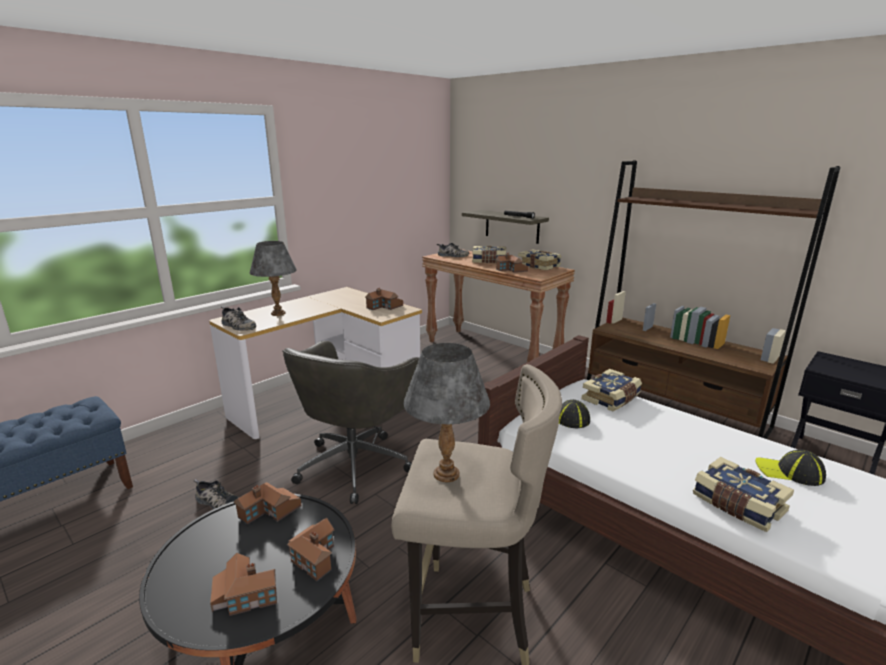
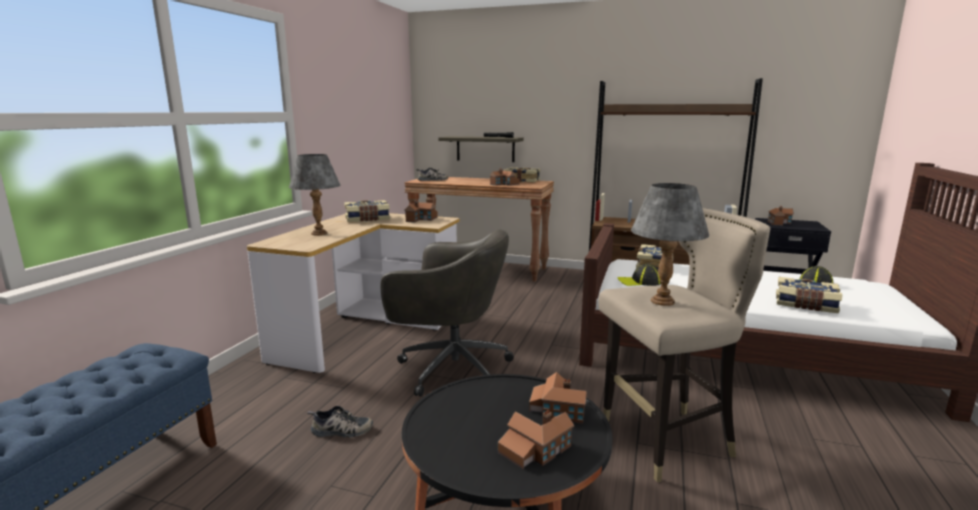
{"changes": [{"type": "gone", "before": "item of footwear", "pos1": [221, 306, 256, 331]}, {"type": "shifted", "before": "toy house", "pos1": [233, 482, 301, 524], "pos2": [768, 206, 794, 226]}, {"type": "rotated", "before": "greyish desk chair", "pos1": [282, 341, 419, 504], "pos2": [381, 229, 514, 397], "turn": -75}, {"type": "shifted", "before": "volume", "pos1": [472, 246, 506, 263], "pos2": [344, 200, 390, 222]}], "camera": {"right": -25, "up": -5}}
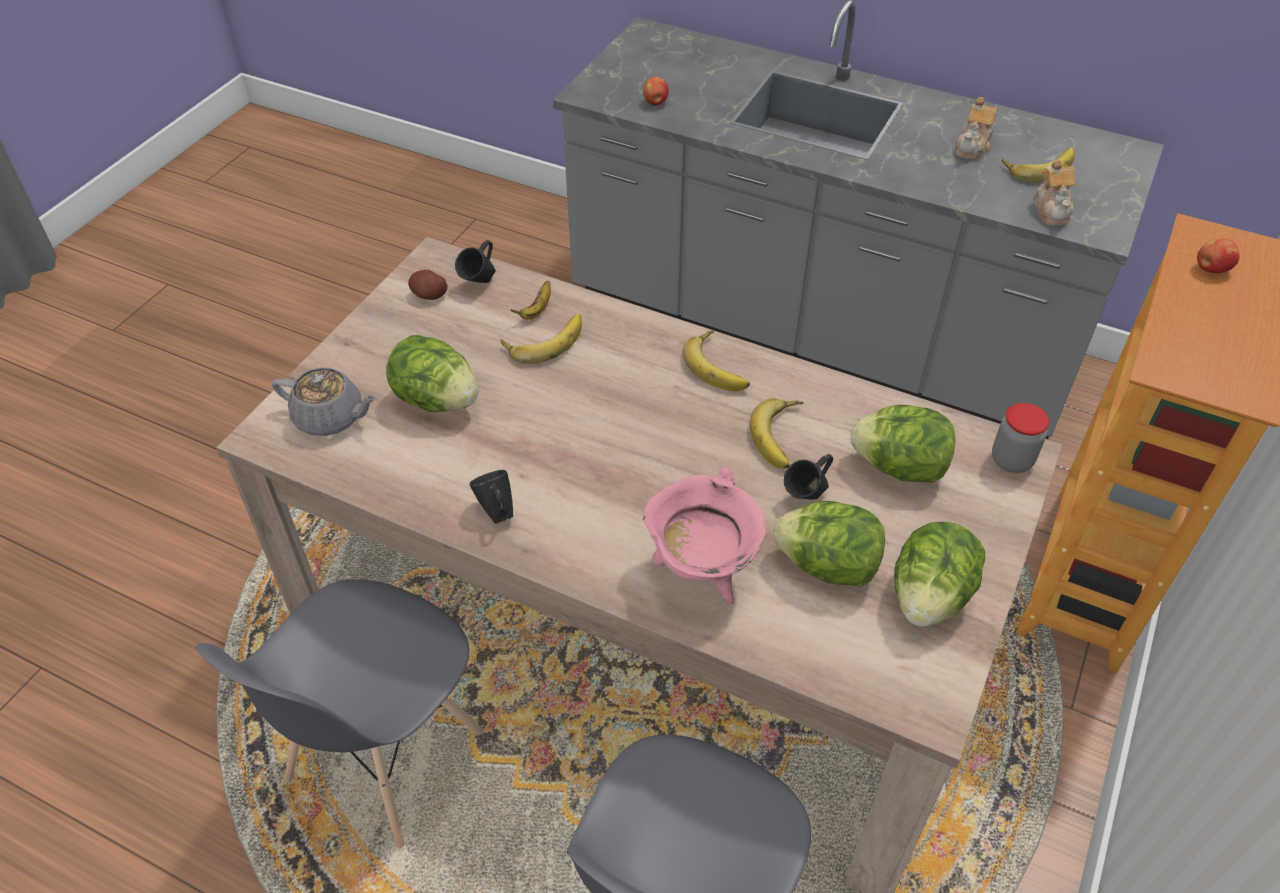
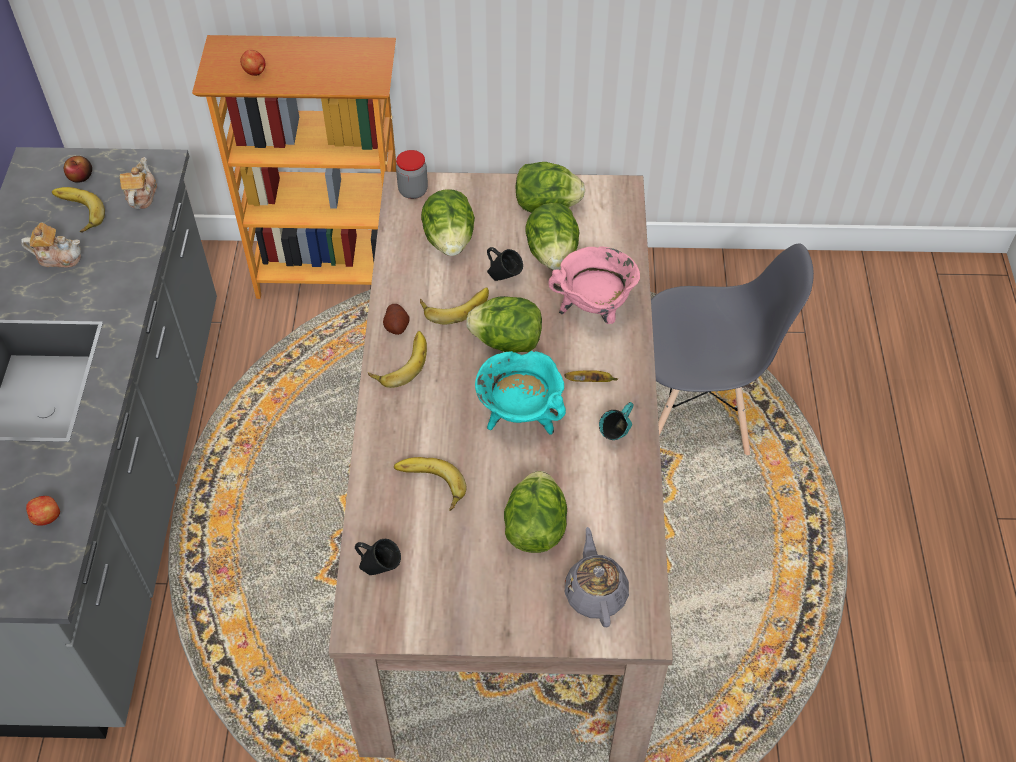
{"changes": [{"type": "gone", "before": "greyish chair", "pos1": [196, 579, 484, 849]}, {"type": "shifted", "before": "whole potato", "pos1": [408, 270, 448, 300], "pos2": [383, 304, 410, 335]}, {"type": "repainted", "before": "blackish coffee mug", "after": "turquoise-coloured coffee mug", "pos1": [470, 470, 513, 524], "pos2": [599, 402, 634, 440]}, {"type": "shifted", "before": "banana", "pos1": [511, 281, 551, 320], "pos2": [564, 370, 618, 382]}, {"type": "rotated", "before": "tea pot", "pos1": [1034, 160, 1076, 226], "pos2": [120, 157, 157, 209], "turn": -60}, {"type": "new", "after": "apple fruit", "pos2": [64, 156, 92, 183]}, {"type": "new", "after": "lettuce head", "pos2": [466, 296, 542, 353]}, {"type": "new", "after": "turquoise-coloured cooking pot", "pos2": [475, 350, 566, 435]}], "camera": {"right": -115, "up": 5}}
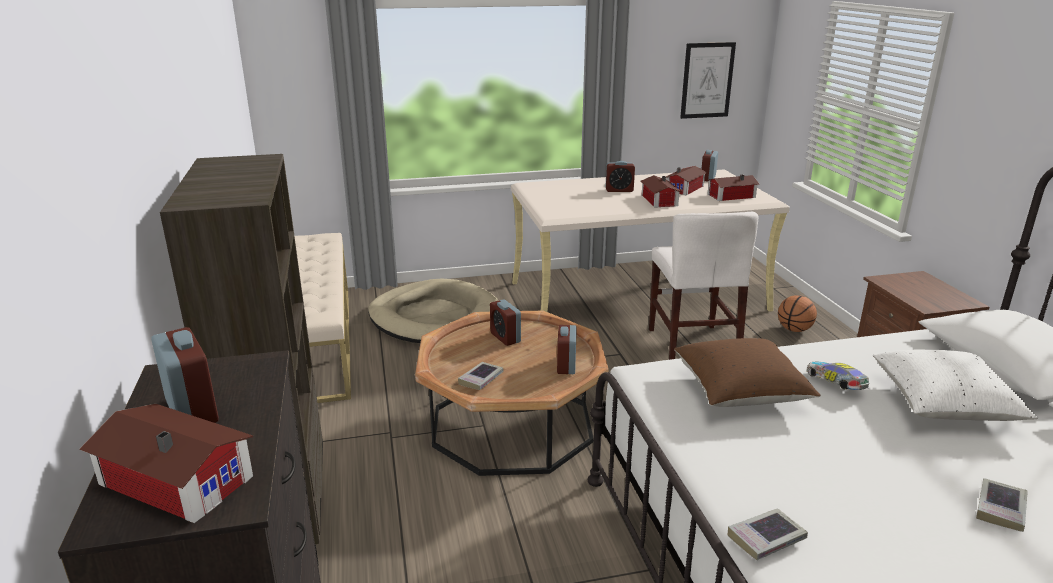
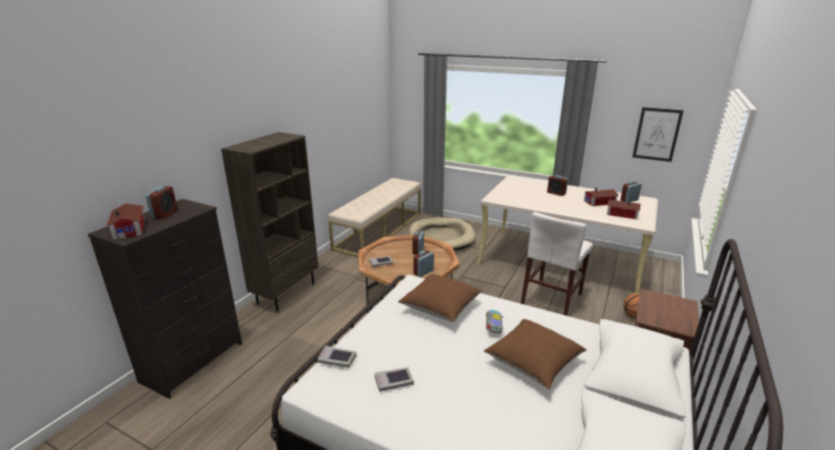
{"changes": [{"type": "gone", "before": "toy house", "pos1": [641, 175, 682, 208]}, {"type": "repainted", "before": "whitish throw pillow", "after": "brownish throw pillow", "pos1": [873, 350, 1038, 421], "pos2": [484, 319, 587, 389]}, {"type": "shifted", "before": "volume", "pos1": [976, 478, 1028, 532], "pos2": [375, 367, 414, 392]}], "camera": {"right": 40, "up": 0}}
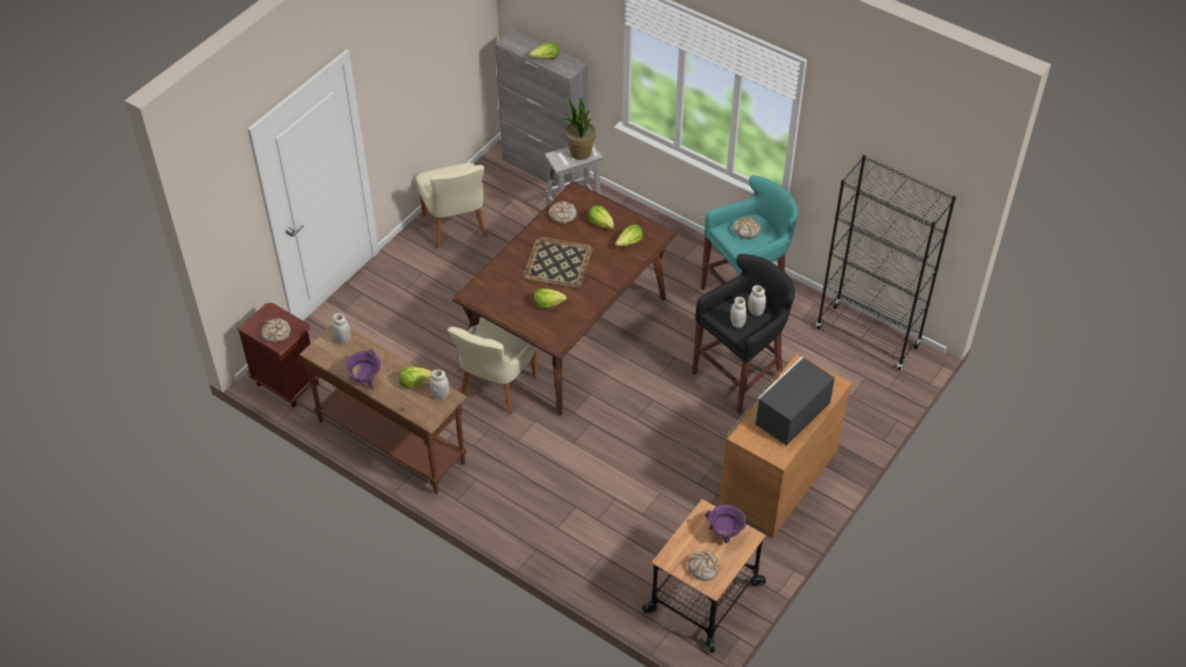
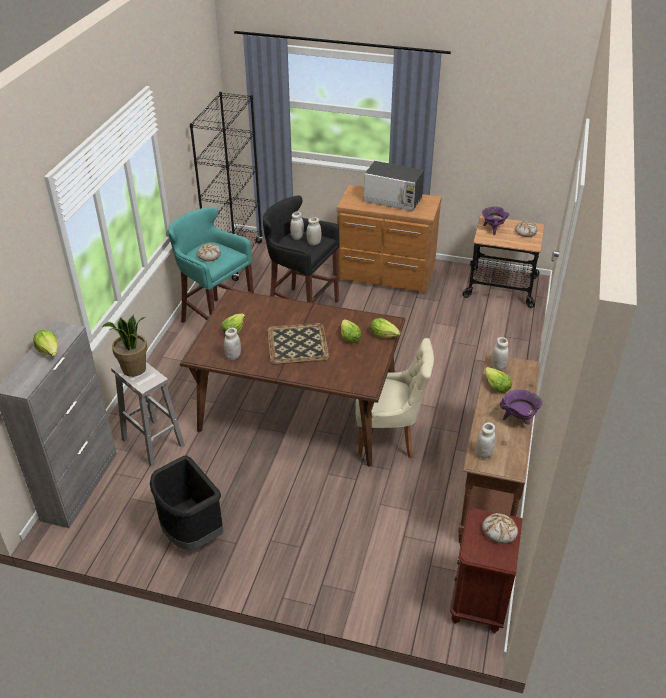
{"changes": [{"type": "swapped", "before": "sand-coloured chair", "after": "blackish trash can", "pos1": [416, 163, 488, 249], "pos2": [150, 455, 223, 550]}, {"type": "swapped", "before": "baked bread", "after": "whitish preserve jar", "pos1": [549, 201, 577, 224], "pos2": [224, 328, 241, 360]}, {"type": "shifted", "before": "lettuce head", "pos1": [615, 225, 643, 247], "pos2": [370, 318, 401, 338]}], "camera": {"right": -110, "up": -10}}
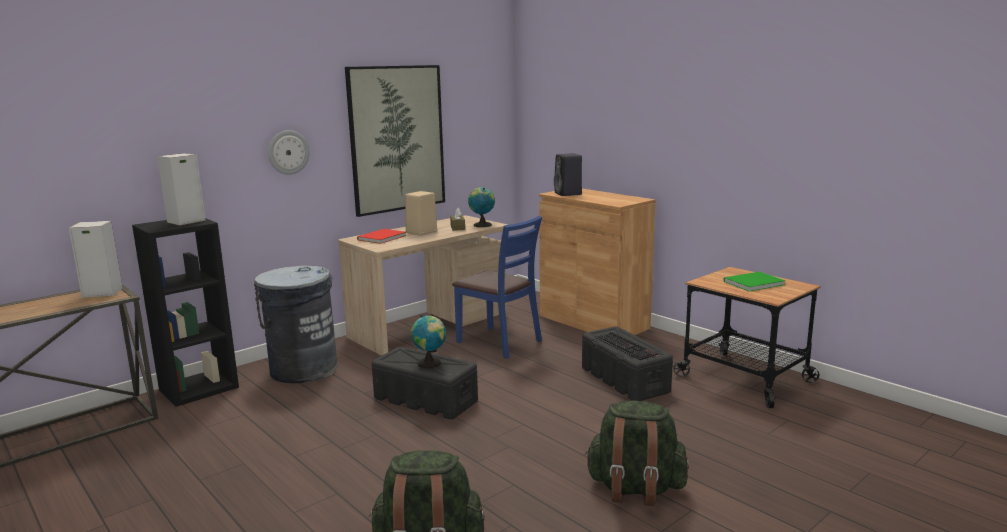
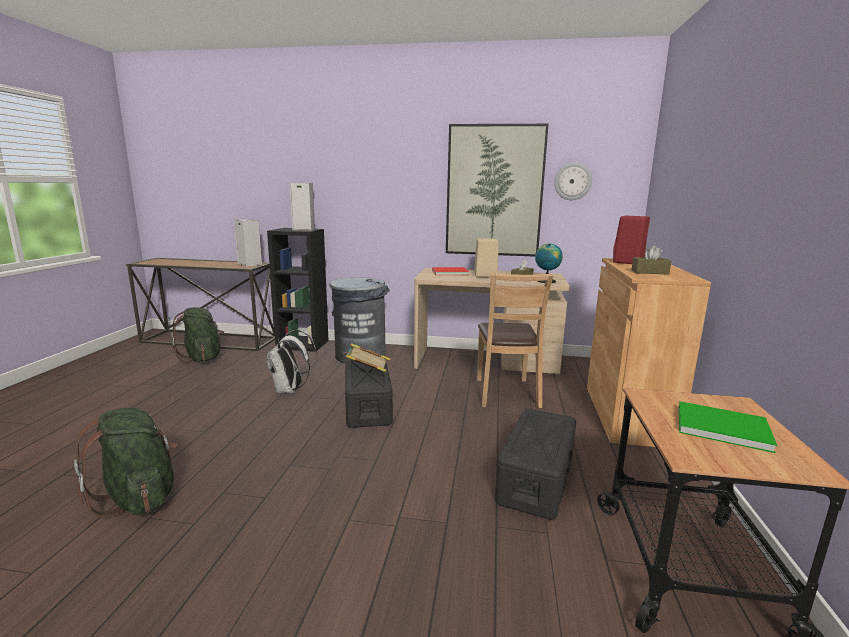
{"changes": [{"type": "shifted", "before": "hanging clock", "pos1": [268, 130, 310, 175], "pos2": [554, 163, 592, 200]}, {"type": "swapped", "before": "world globe", "after": "volume", "pos1": [411, 315, 446, 368], "pos2": [343, 343, 391, 372]}, {"type": "repainted", "before": "blue chair", "after": "brownish chair", "pos1": [452, 216, 542, 359], "pos2": [477, 273, 553, 408]}, {"type": "repainted", "before": "blackish speaker", "after": "red speaker", "pos1": [554, 153, 582, 196], "pos2": [613, 216, 650, 264]}, {"type": "shifted", "before": "greenish rucksack", "pos1": [585, 401, 689, 506], "pos2": [171, 307, 224, 363]}, {"type": "gone", "before": "PC keyboard", "pos1": [596, 332, 658, 360]}, {"type": "new", "after": "whitish rucksack", "pos2": [267, 330, 317, 394]}, {"type": "new", "after": "brownish tissue holder", "pos2": [631, 246, 671, 275]}], "camera": {"right": 50, "up": 0}}
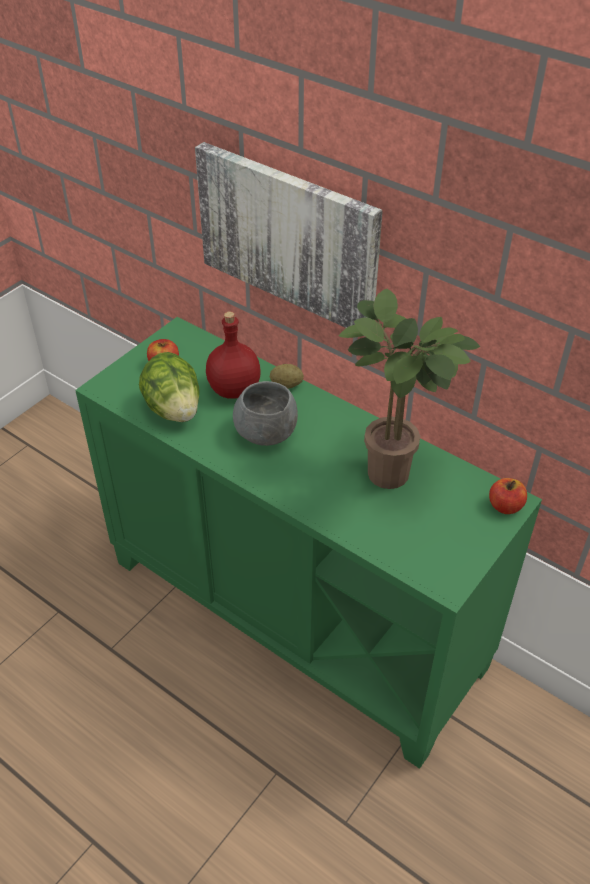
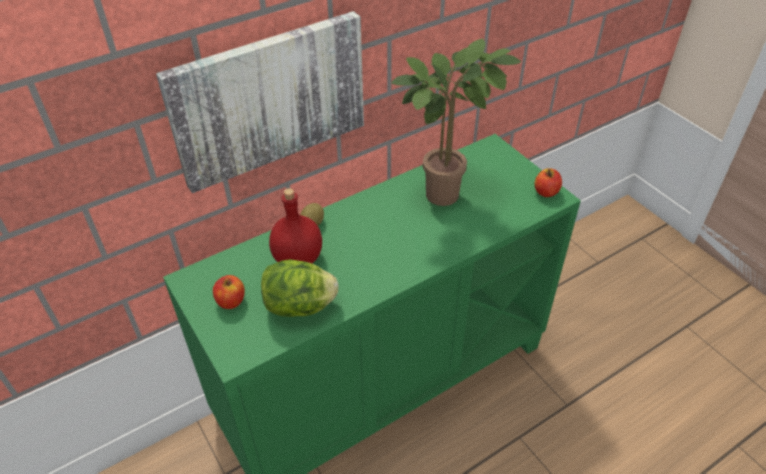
{"changes": [{"type": "gone", "before": "greyish deep dish", "pos1": [233, 381, 298, 446]}, {"type": "shifted", "before": "apple fruit", "pos1": [489, 478, 527, 514], "pos2": [535, 168, 562, 197]}], "camera": {"right": -70, "up": 0}}
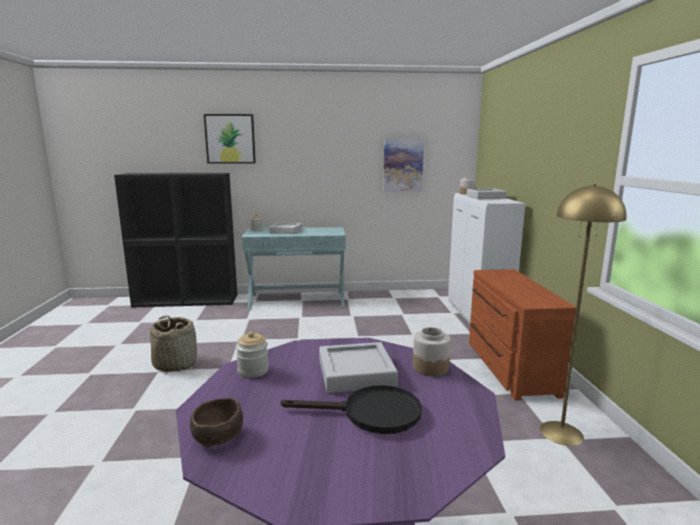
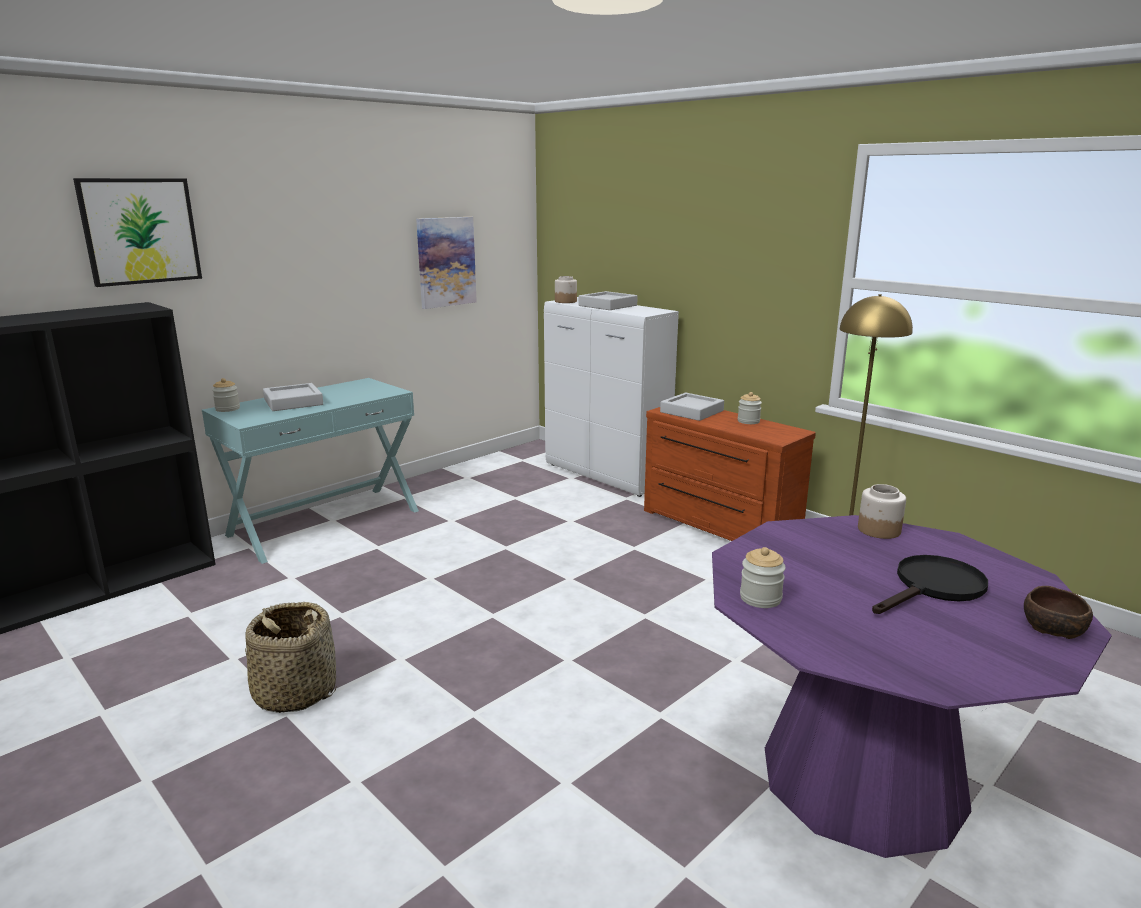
{"changes": [{"type": "shifted", "before": "brownish deep dish", "pos1": [190, 398, 243, 447], "pos2": [1024, 586, 1093, 639]}, {"type": "shifted", "before": "greyish tray", "pos1": [319, 342, 398, 393], "pos2": [660, 392, 724, 421]}, {"type": "new", "after": "preserve jar", "pos2": [738, 392, 762, 424]}], "camera": {"right": -40, "up": 5}}
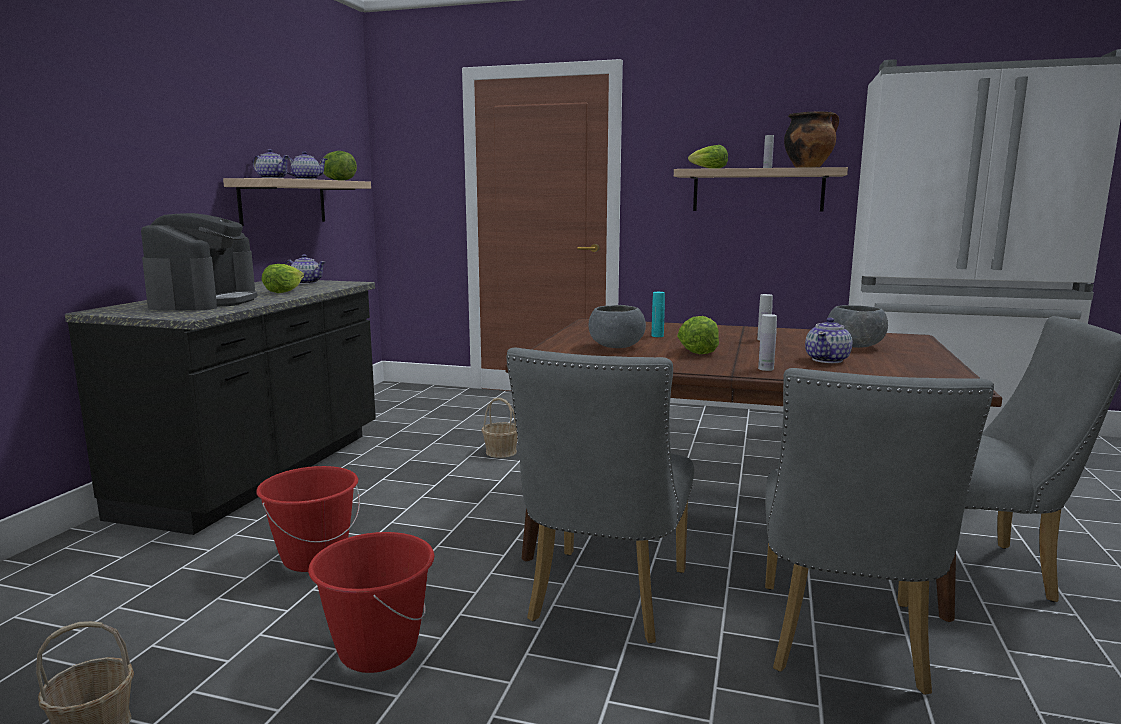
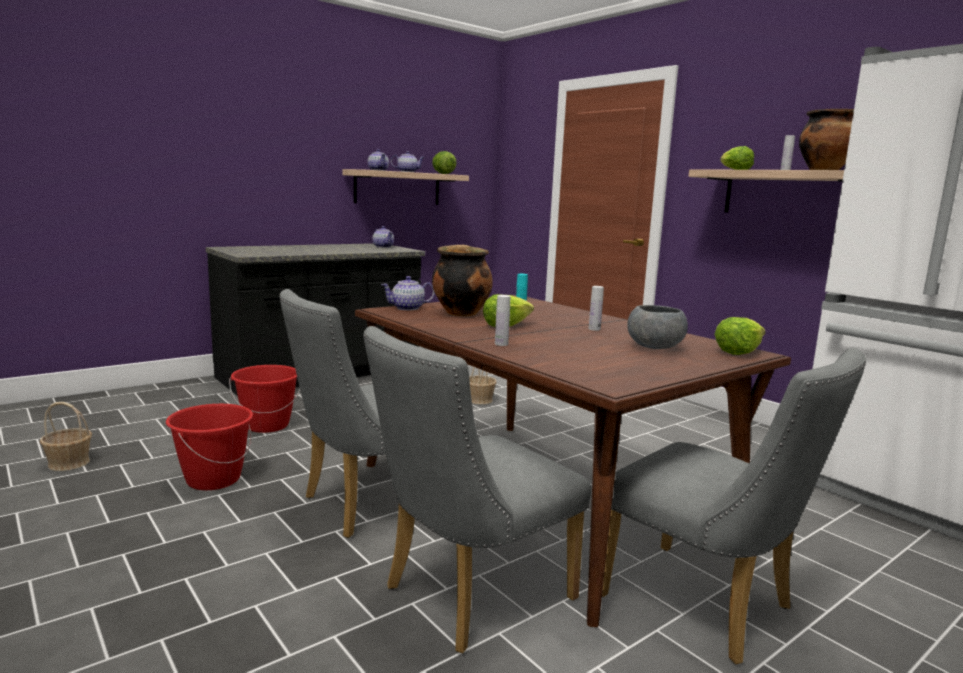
{"changes": [{"type": "gone", "before": "coffee maker", "pos1": [141, 213, 257, 310]}, {"type": "shifted", "before": "lettuce head", "pos1": [262, 264, 304, 293], "pos2": [715, 317, 766, 355]}, {"type": "swapped", "before": "greyish deep dish", "after": "cooking pot", "pos1": [589, 305, 646, 348], "pos2": [432, 245, 493, 317]}, {"type": "shifted", "before": "tea pot", "pos1": [805, 318, 853, 363], "pos2": [381, 276, 435, 310]}], "camera": {"right": 35, "up": 0}}
